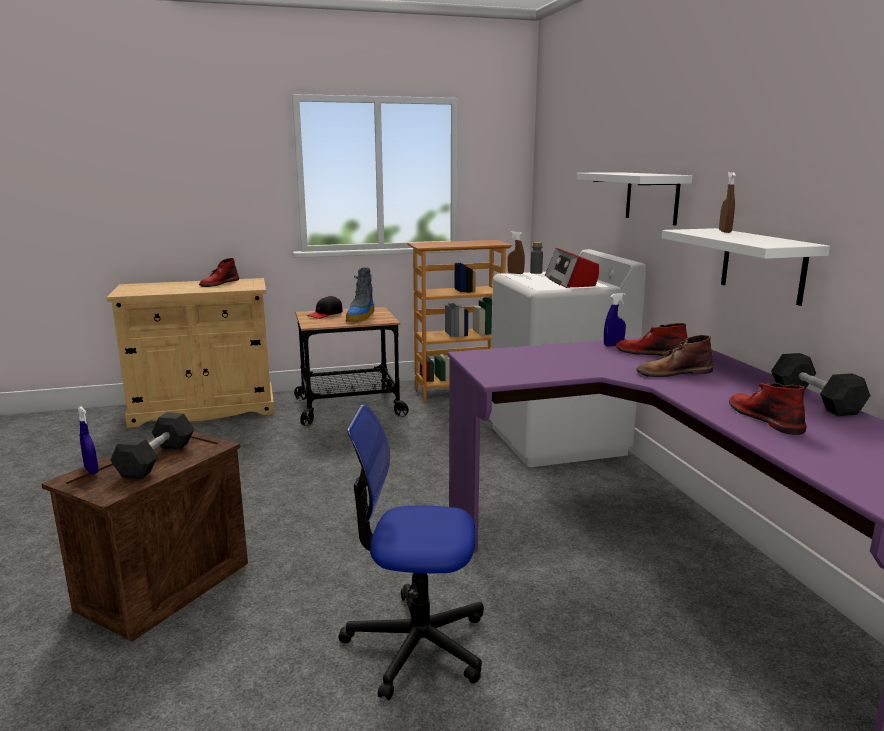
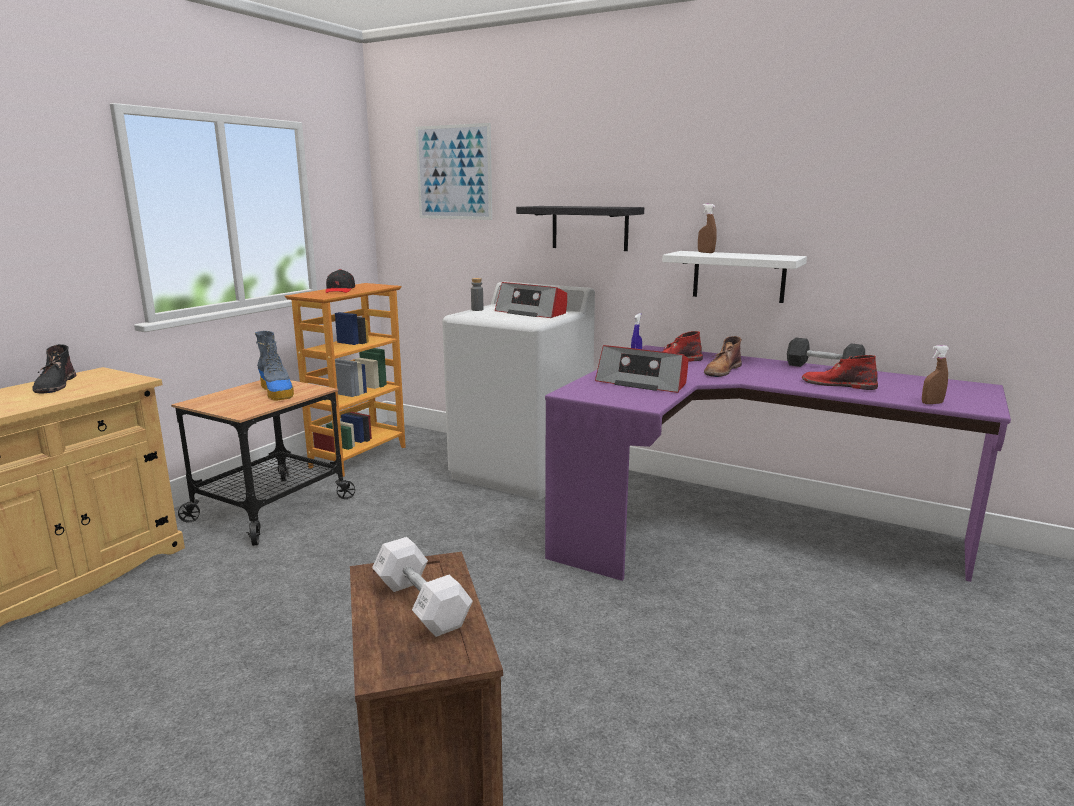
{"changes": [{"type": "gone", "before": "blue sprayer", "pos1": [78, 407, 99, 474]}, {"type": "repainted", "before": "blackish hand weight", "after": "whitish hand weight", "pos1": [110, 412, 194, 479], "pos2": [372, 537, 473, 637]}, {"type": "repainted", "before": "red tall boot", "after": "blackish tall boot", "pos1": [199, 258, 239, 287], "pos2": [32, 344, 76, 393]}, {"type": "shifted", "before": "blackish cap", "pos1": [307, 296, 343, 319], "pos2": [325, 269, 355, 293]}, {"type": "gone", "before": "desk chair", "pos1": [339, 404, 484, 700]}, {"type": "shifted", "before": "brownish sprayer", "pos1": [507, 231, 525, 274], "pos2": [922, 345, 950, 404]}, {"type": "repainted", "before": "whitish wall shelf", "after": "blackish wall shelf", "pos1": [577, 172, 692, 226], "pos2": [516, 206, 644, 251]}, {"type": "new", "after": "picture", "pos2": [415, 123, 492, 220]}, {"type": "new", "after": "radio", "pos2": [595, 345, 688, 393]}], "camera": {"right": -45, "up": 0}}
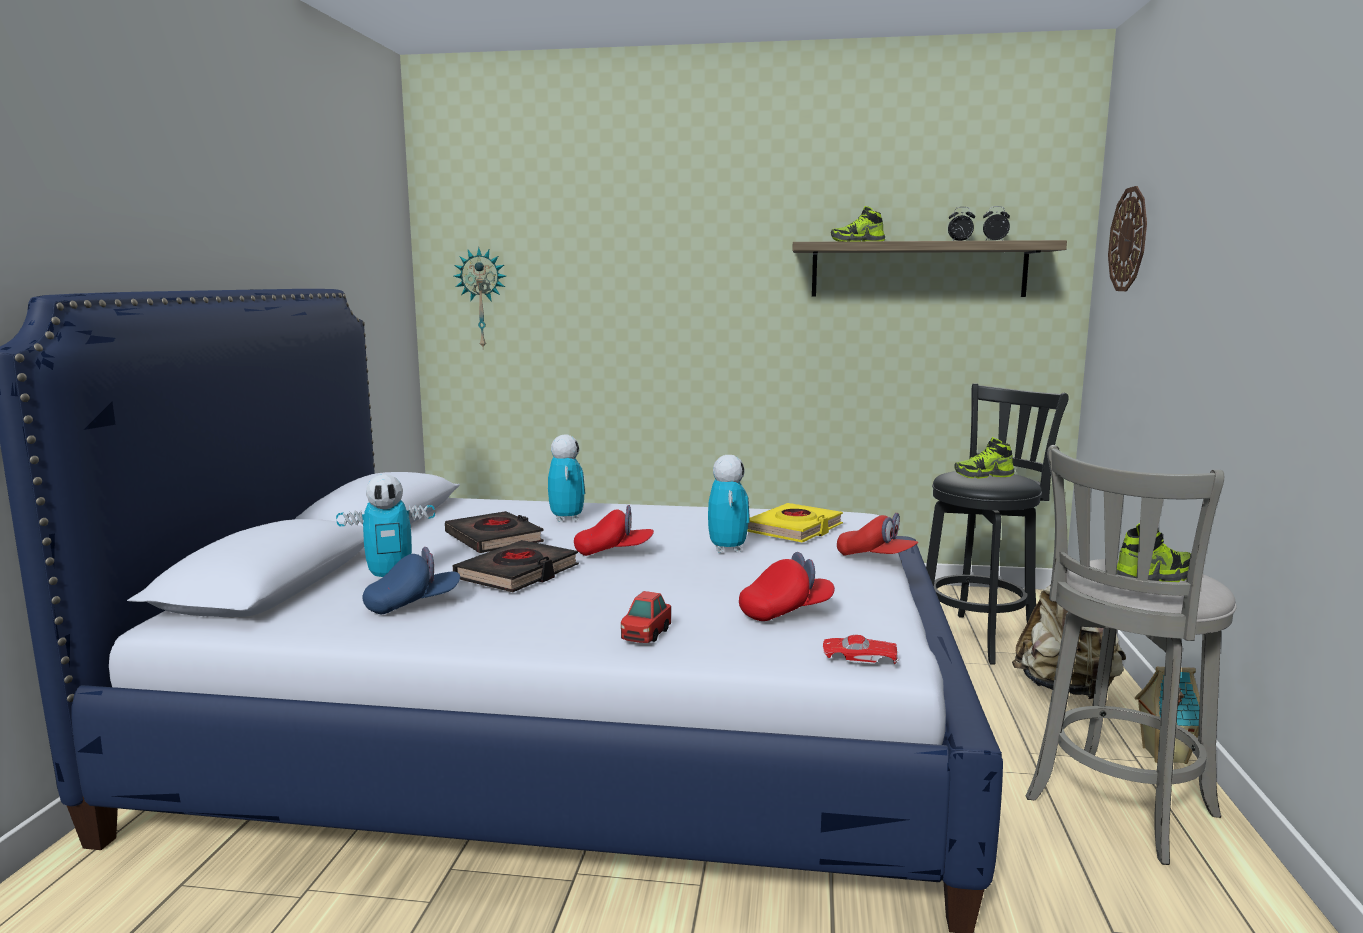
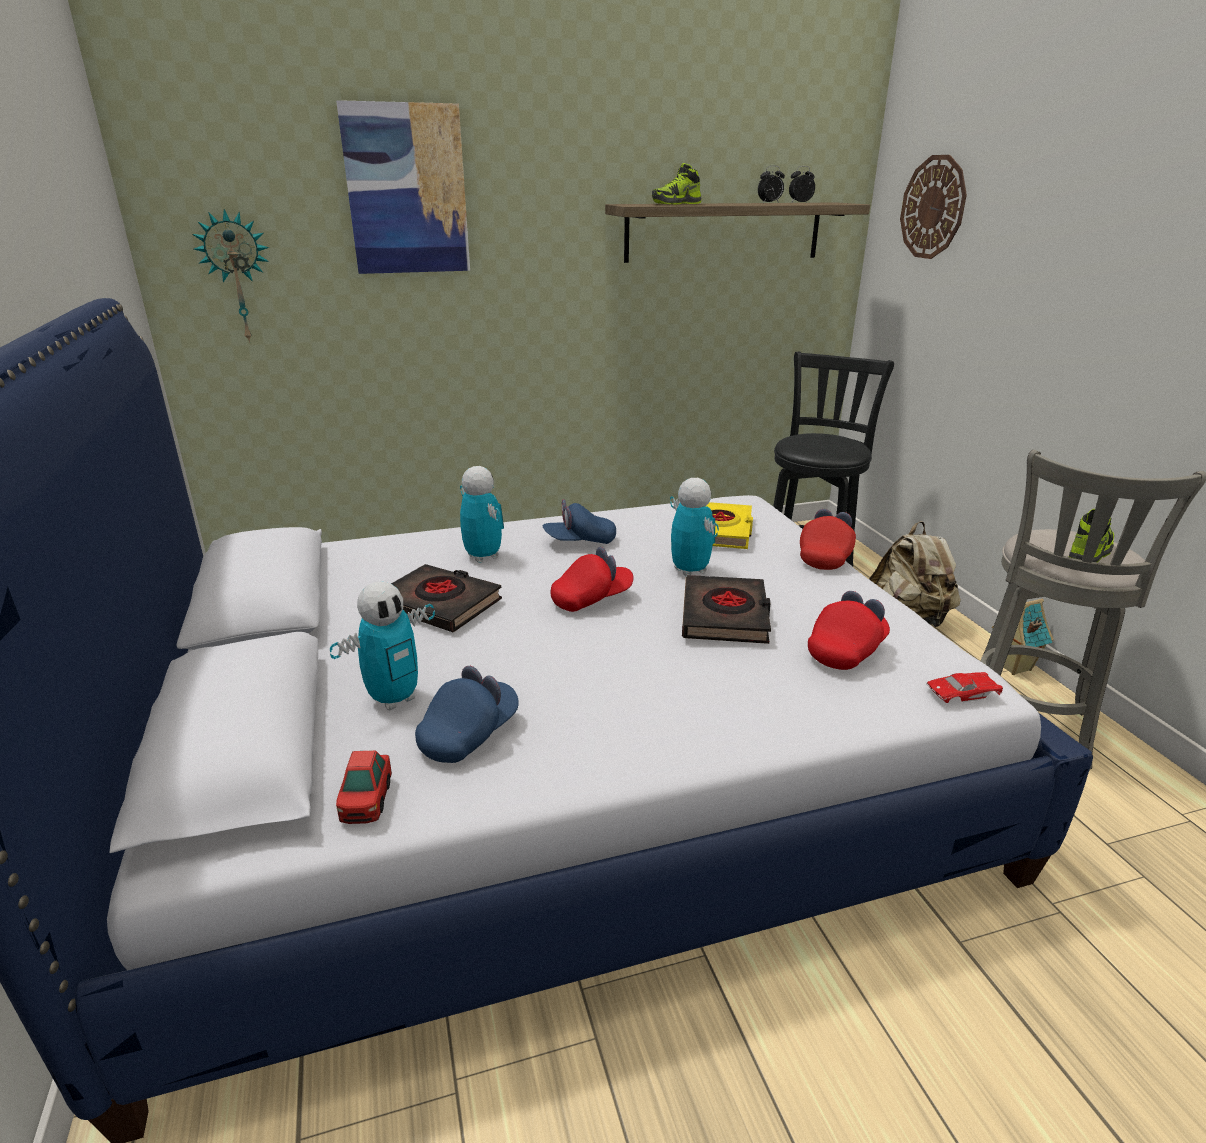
{"changes": [{"type": "shifted", "before": "blackish volume", "pos1": [453, 540, 579, 592], "pos2": [682, 575, 771, 644]}, {"type": "shifted", "before": "miniature car", "pos1": [621, 591, 671, 643], "pos2": [336, 750, 392, 824]}, {"type": "rotated", "before": "red cap", "pos1": [837, 513, 918, 556], "pos2": [800, 509, 856, 570], "turn": -75}, {"type": "gone", "before": "item of footwear", "pos1": [954, 437, 1014, 479]}, {"type": "new", "after": "picture", "pos2": [336, 100, 470, 274]}, {"type": "new", "after": "blue cap", "pos2": [543, 499, 616, 544]}], "camera": {"right": -25, "up": 15}}
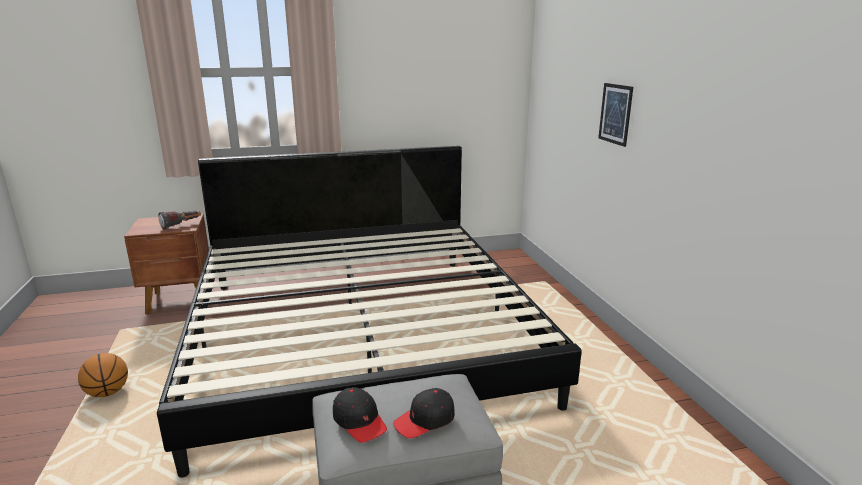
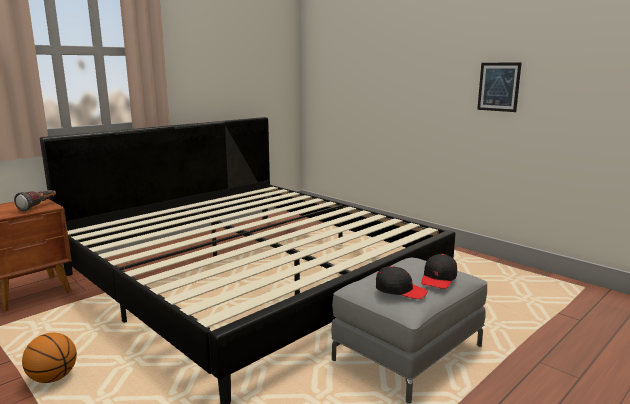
{"changes": [{"type": "shifted", "before": "picture", "pos1": [598, 83, 633, 147], "pos2": [477, 62, 522, 112]}], "camera": {"right": -30, "up": -5}}
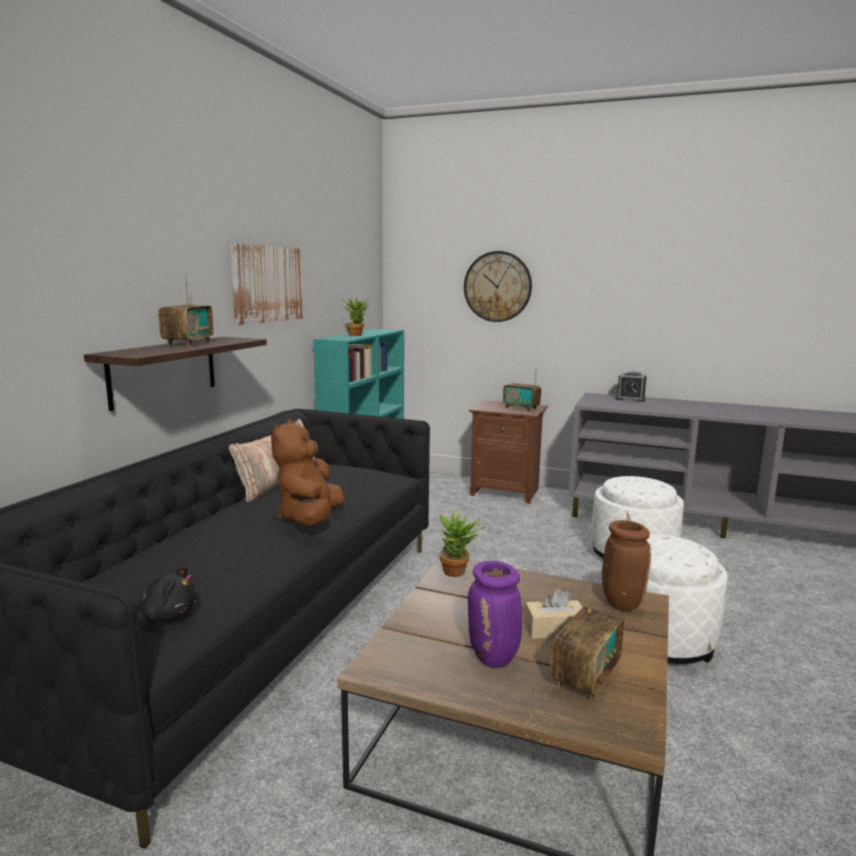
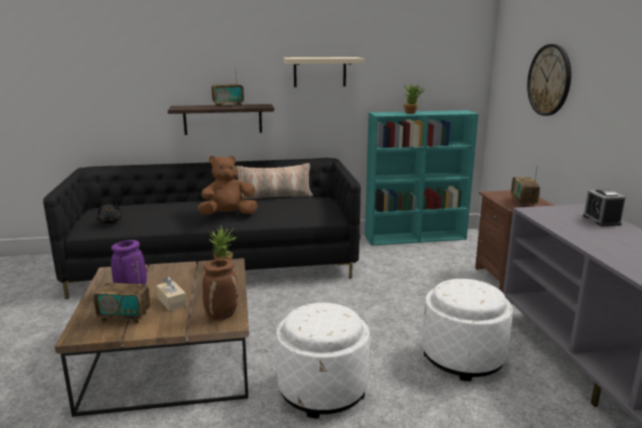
{"changes": [{"type": "swapped", "before": "picture", "after": "sand-coloured wall shelf", "pos1": [230, 243, 304, 325], "pos2": [283, 57, 364, 87]}], "camera": {"right": 60, "up": 5}}
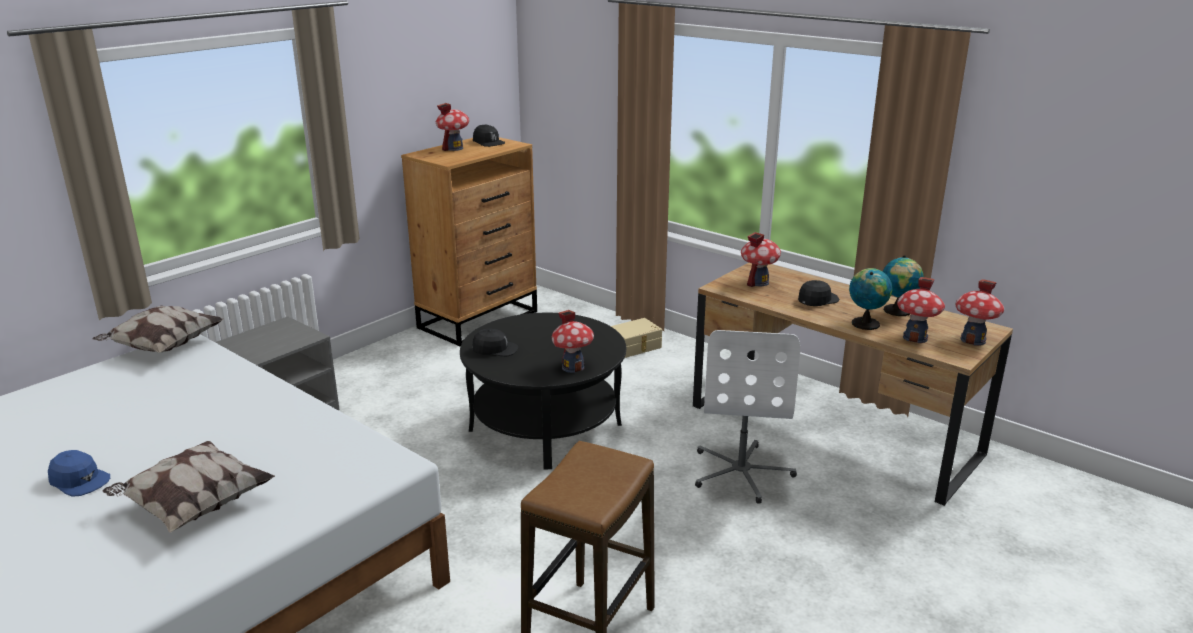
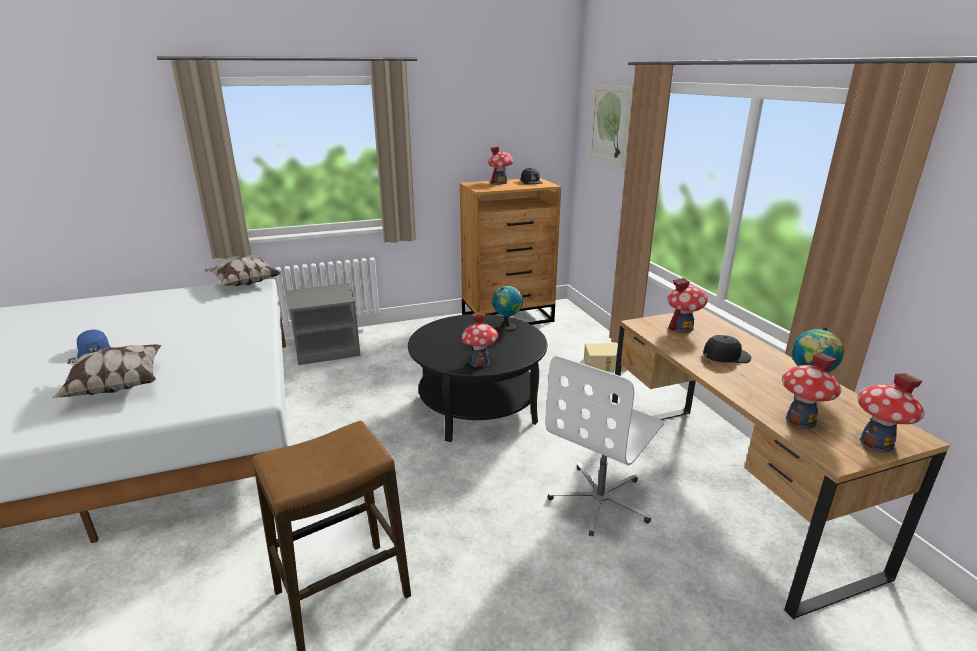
{"changes": [{"type": "gone", "before": "blackish cap", "pos1": [472, 329, 518, 356]}, {"type": "shifted", "before": "world globe", "pos1": [849, 268, 892, 330], "pos2": [492, 286, 523, 332]}, {"type": "new", "after": "picture", "pos2": [589, 85, 633, 167]}], "camera": {"right": 30, "up": 0}}
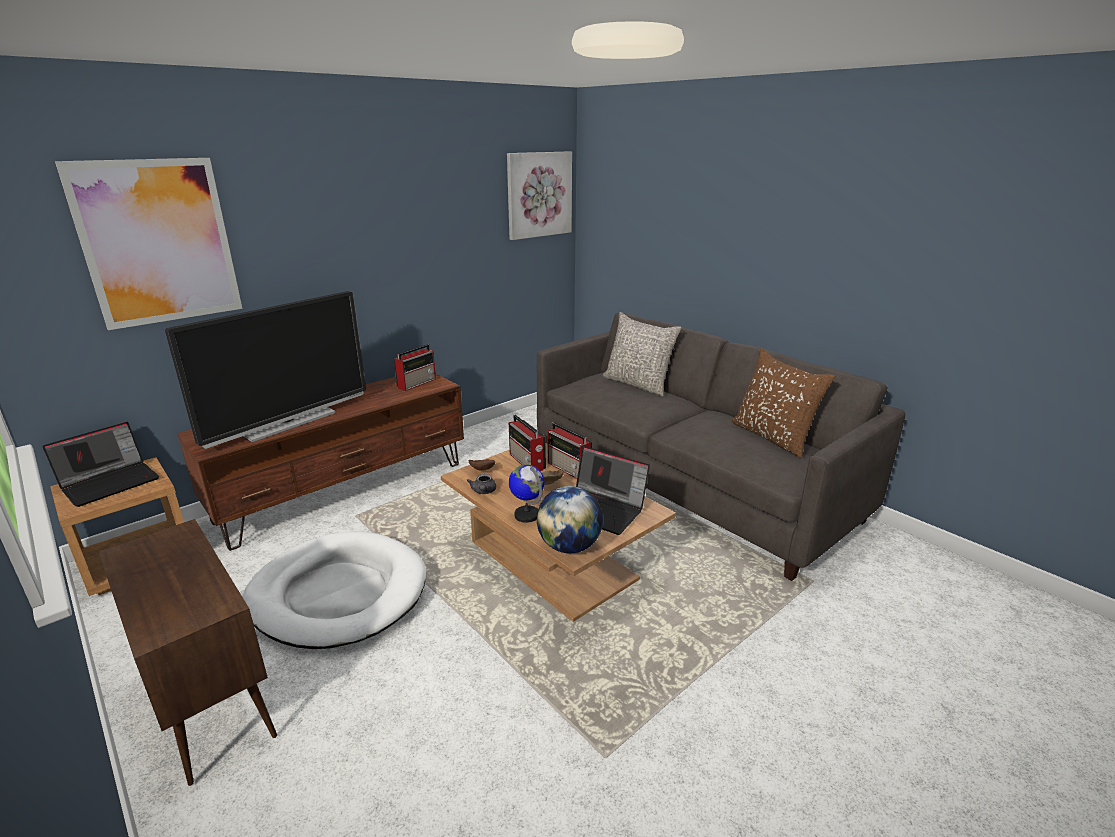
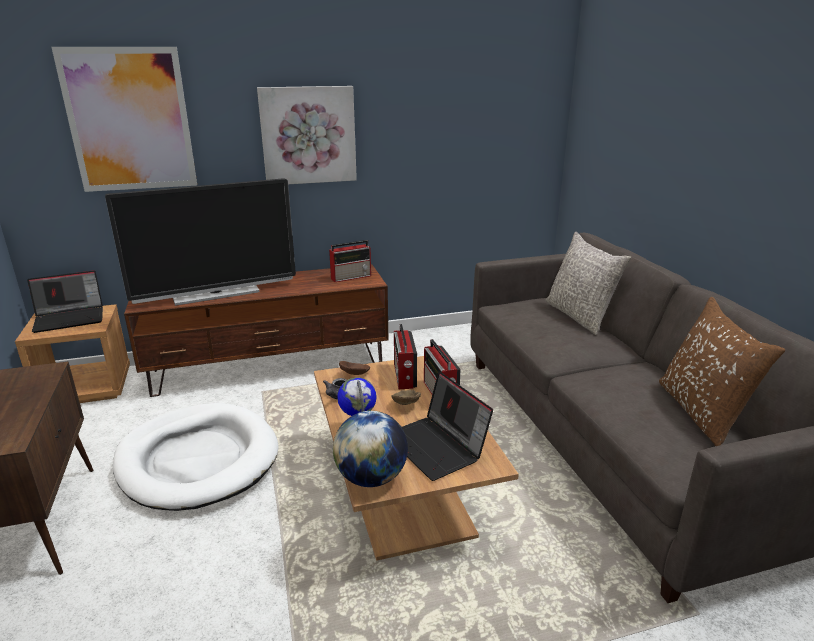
{"changes": [{"type": "shifted", "before": "picture", "pos1": [507, 151, 572, 240], "pos2": [257, 86, 357, 184]}], "camera": {"right": 25, "up": 0}}
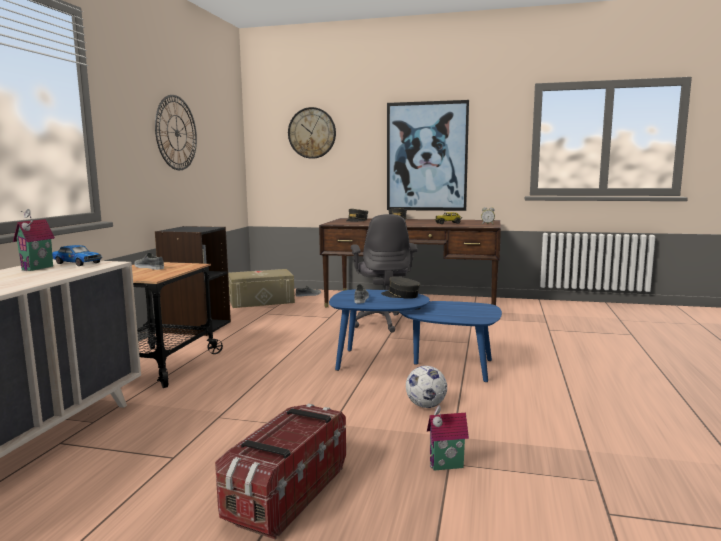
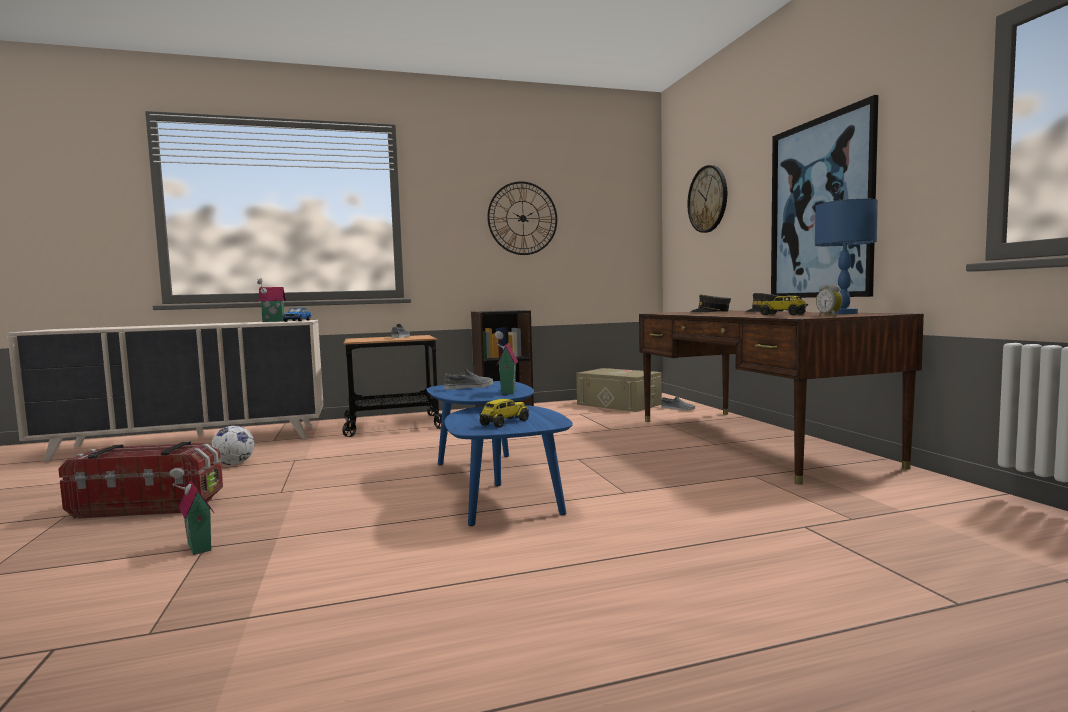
{"changes": [{"type": "gone", "before": "greyish desk chair", "pos1": [351, 214, 418, 332]}, {"type": "swapped", "before": "greyish cap", "after": "toy house", "pos1": [381, 276, 420, 299], "pos2": [495, 331, 518, 394]}, {"type": "shifted", "before": "football", "pos1": [406, 366, 447, 408], "pos2": [211, 426, 255, 465]}, {"type": "new", "after": "model truck", "pos2": [480, 399, 529, 428]}, {"type": "new", "after": "blue table lamp", "pos2": [815, 199, 878, 314]}], "camera": {"right": 60, "up": -5}}
